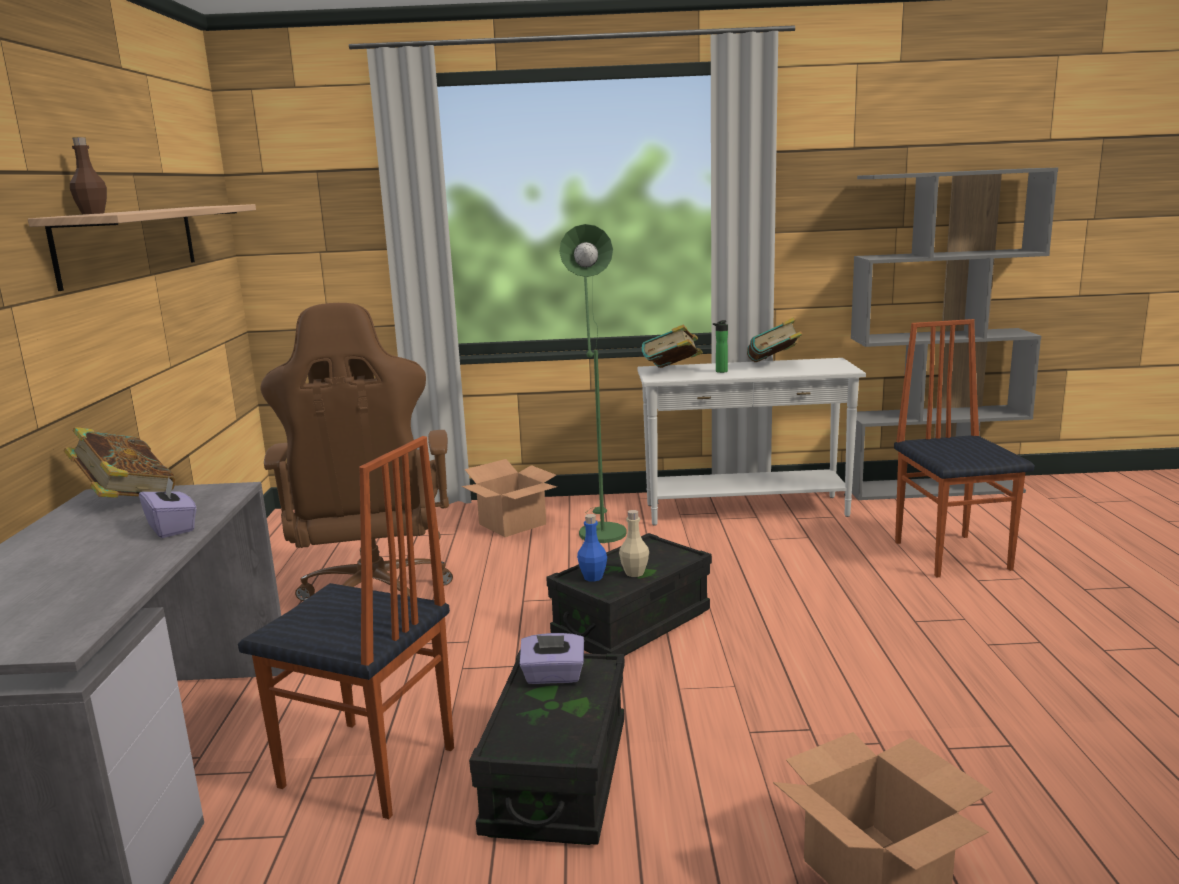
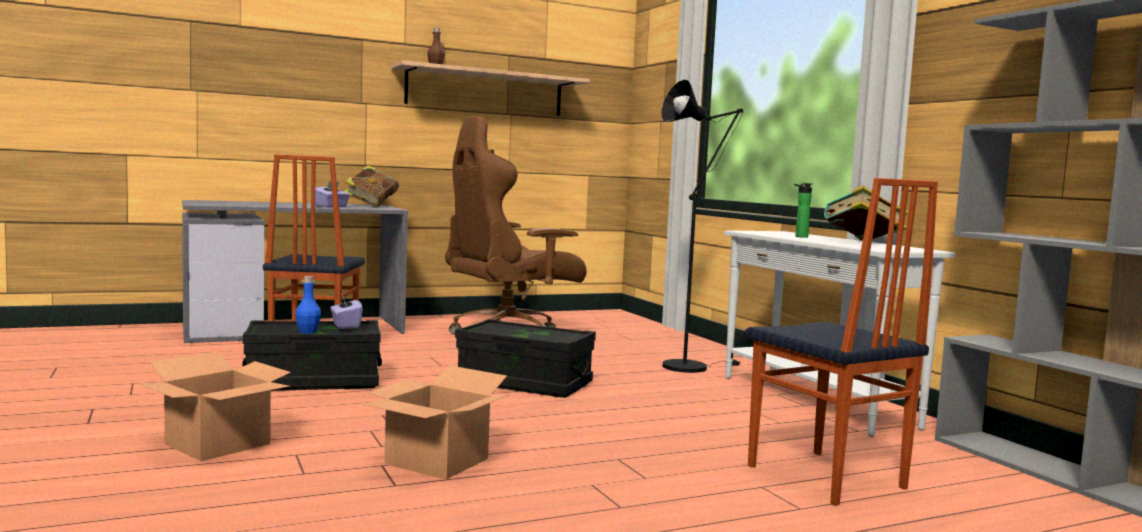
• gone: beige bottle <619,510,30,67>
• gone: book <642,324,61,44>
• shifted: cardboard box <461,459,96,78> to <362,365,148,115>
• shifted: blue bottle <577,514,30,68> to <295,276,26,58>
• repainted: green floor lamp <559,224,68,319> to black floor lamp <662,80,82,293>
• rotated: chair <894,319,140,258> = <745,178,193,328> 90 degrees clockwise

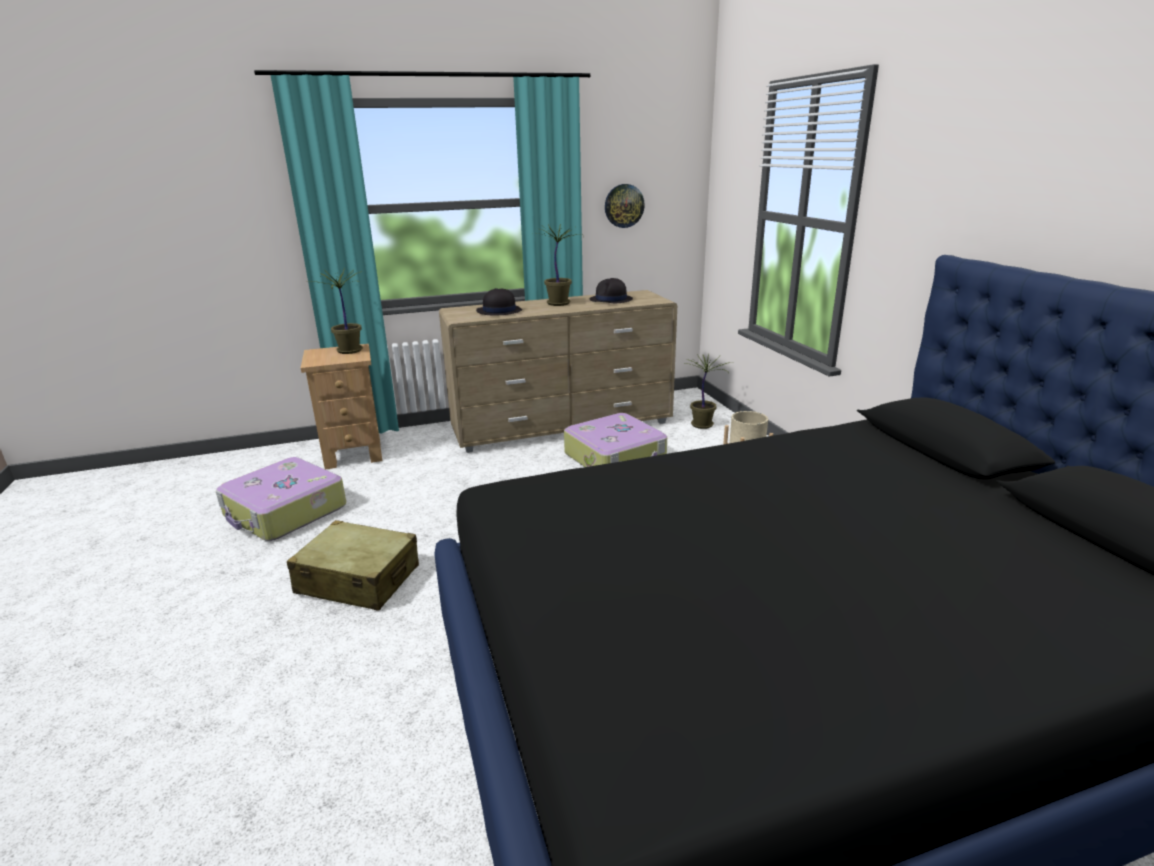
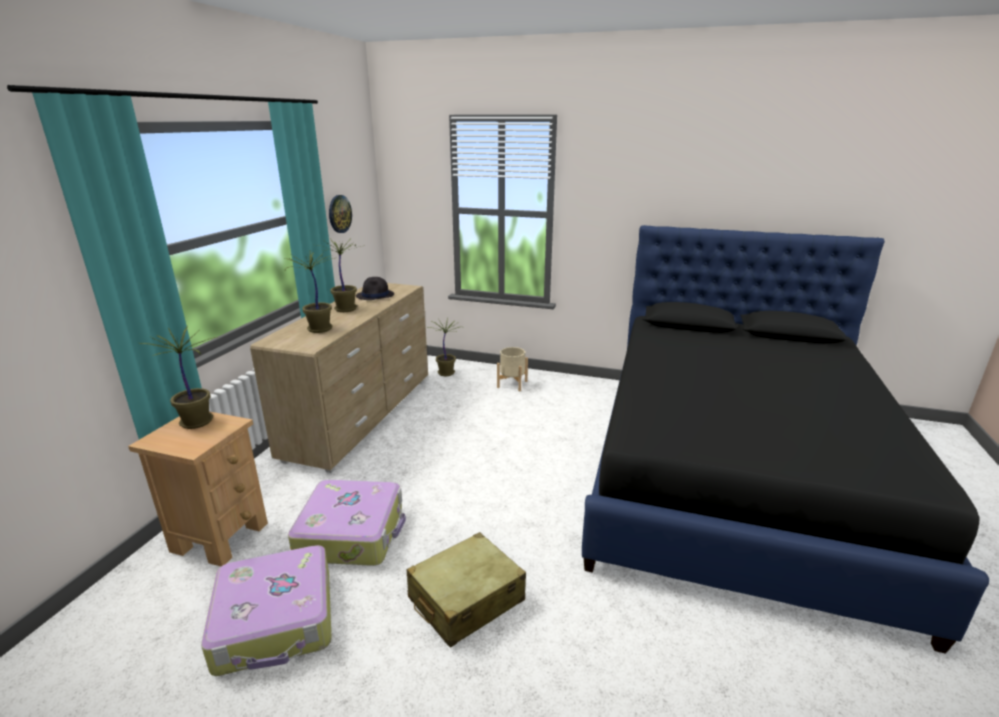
• shifted: suitcase <564,413,103,54> to <288,480,118,86>
• swapped: black hat <476,288,46,27> to potted plant <285,251,50,82>

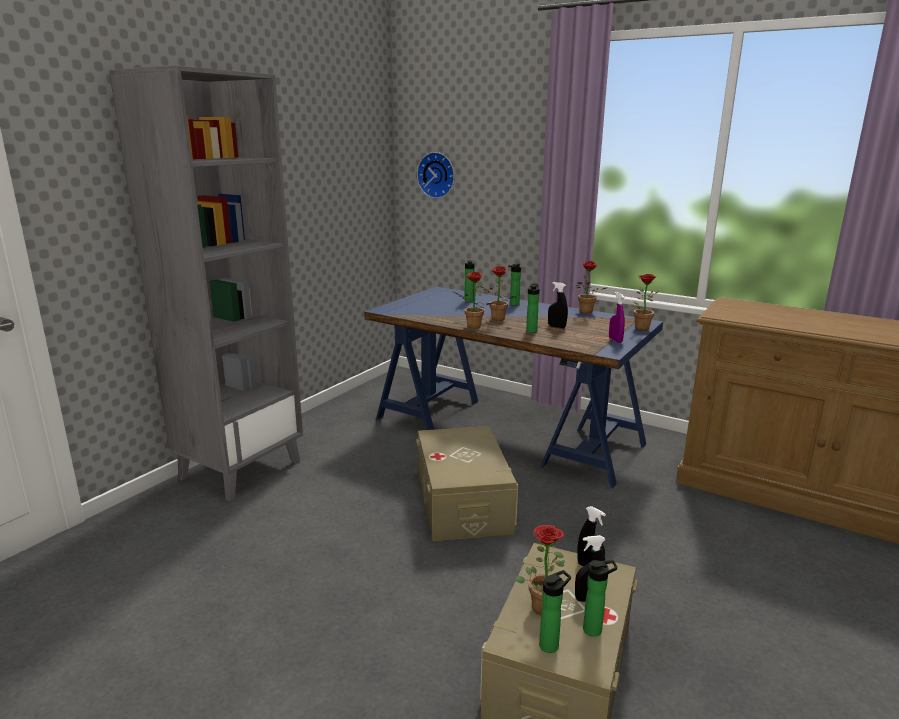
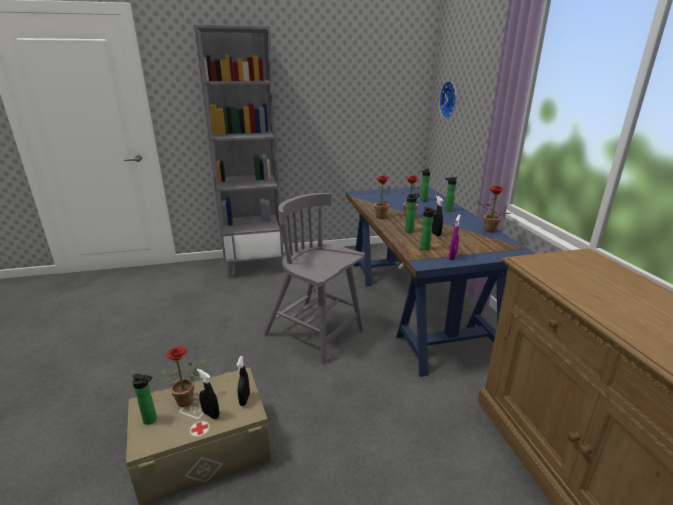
• gone: potted plant <631,274,28,57>
• shifted: bottle <583,560,34,77> to <420,207,19,43>
• swapped: beige storage box <416,426,102,115> to grey chair <264,193,101,171>

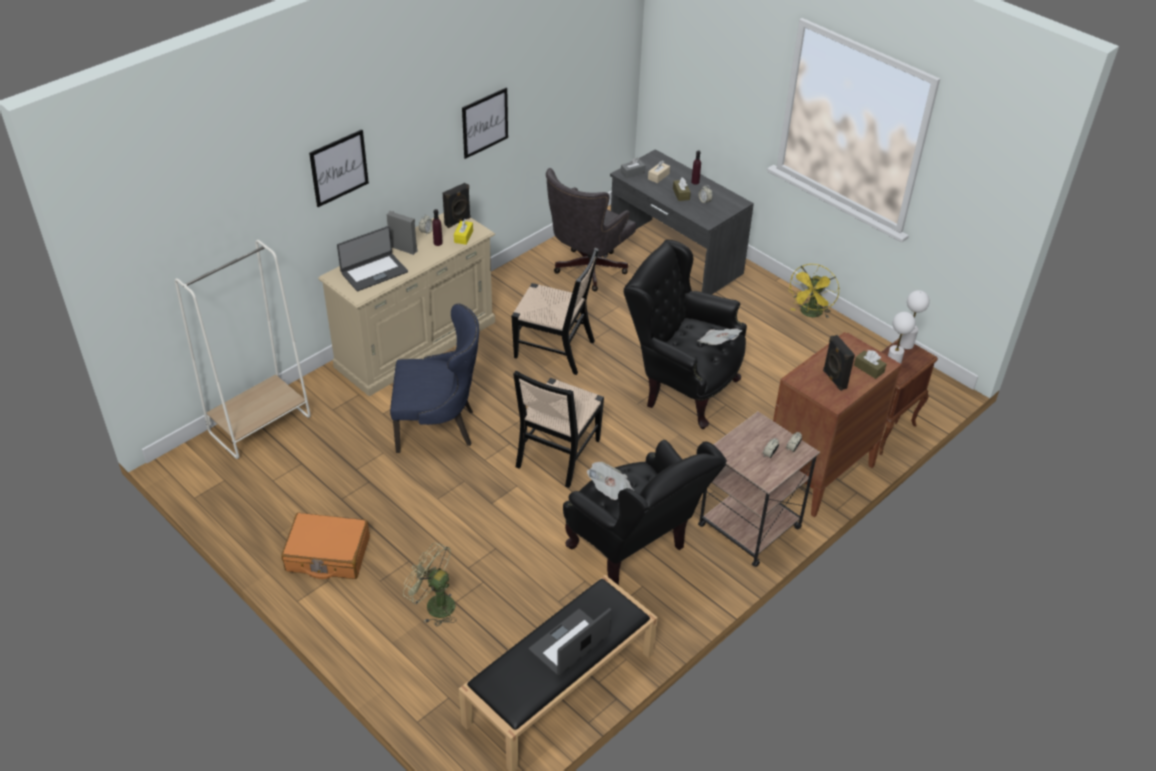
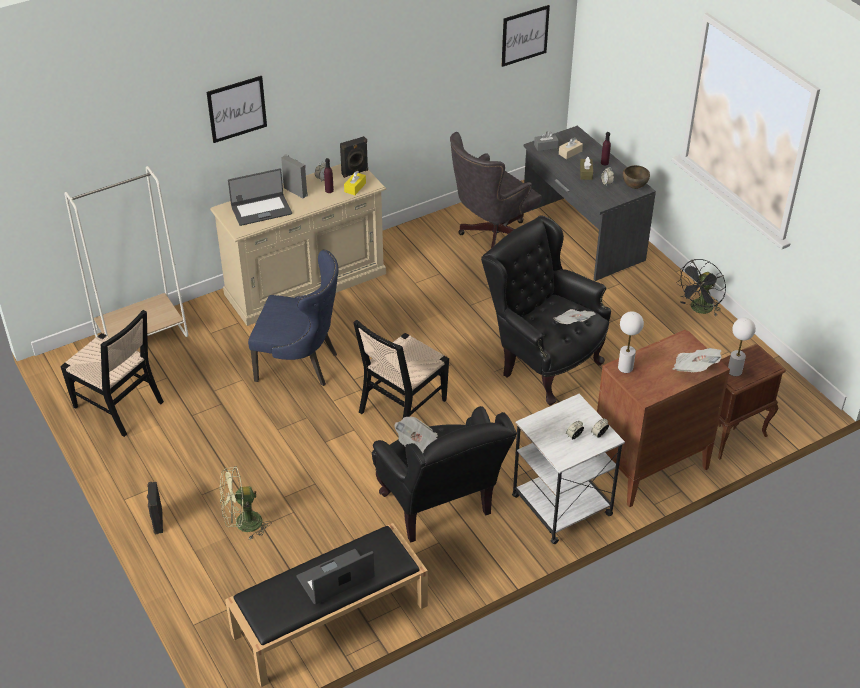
• gone: orange suitcase <281,513,89,66>
• new: brown bowl <623,165,27,24>
• shifted: picture <462,88,46,71> to <502,5,48,62>
• shifted: chair <512,248,87,127> to <60,310,104,127>
• shifted: black speaker <823,335,32,56> to <147,482,16,52>
• shifted: white table lamp <900,290,30,59> to <618,311,26,62>
• swapped: brown tissue box <854,350,32,29> to newspaper <672,348,49,24>
• repainted: brown cart <698,412,122,155> to white cart <512,394,113,150>
• repainted: yellow fan <788,264,51,54> to black fan <676,259,50,57>
• rotated: green fan <403,543,53,83> = <220,466,52,74> 60 degrees counterclockwise

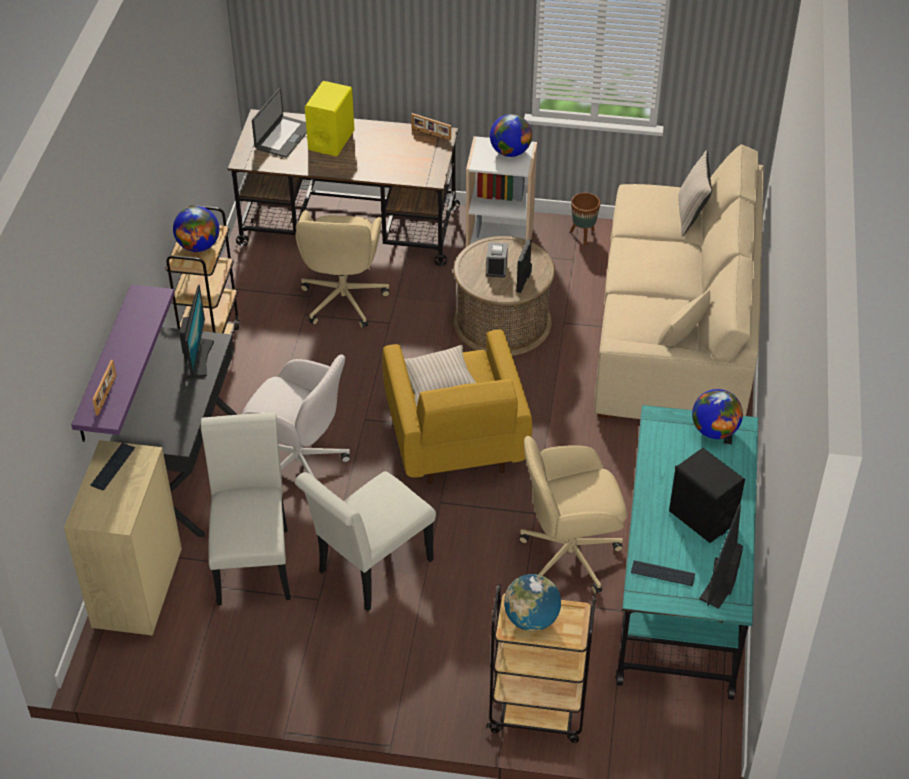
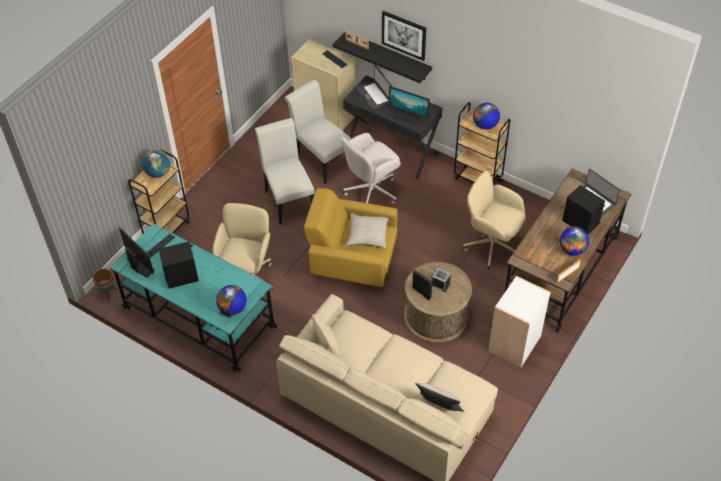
• new: laptop <356,65,36,45>
• new: picture <382,11,44,50>
• shifted: globe <490,114,42,43> to <560,227,29,29>
• shifted: brown planter <570,193,31,52> to <92,269,25,33>
• repainted: purple shelf <71,285,104,157> to black shelf <333,32,99,51>
• repainted: yellow speaker <305,81,50,75> to black speaker <562,185,43,50>
• rotated: white chair <201,413,90,192> = <285,80,66,104> 150 degrees counterclockwise

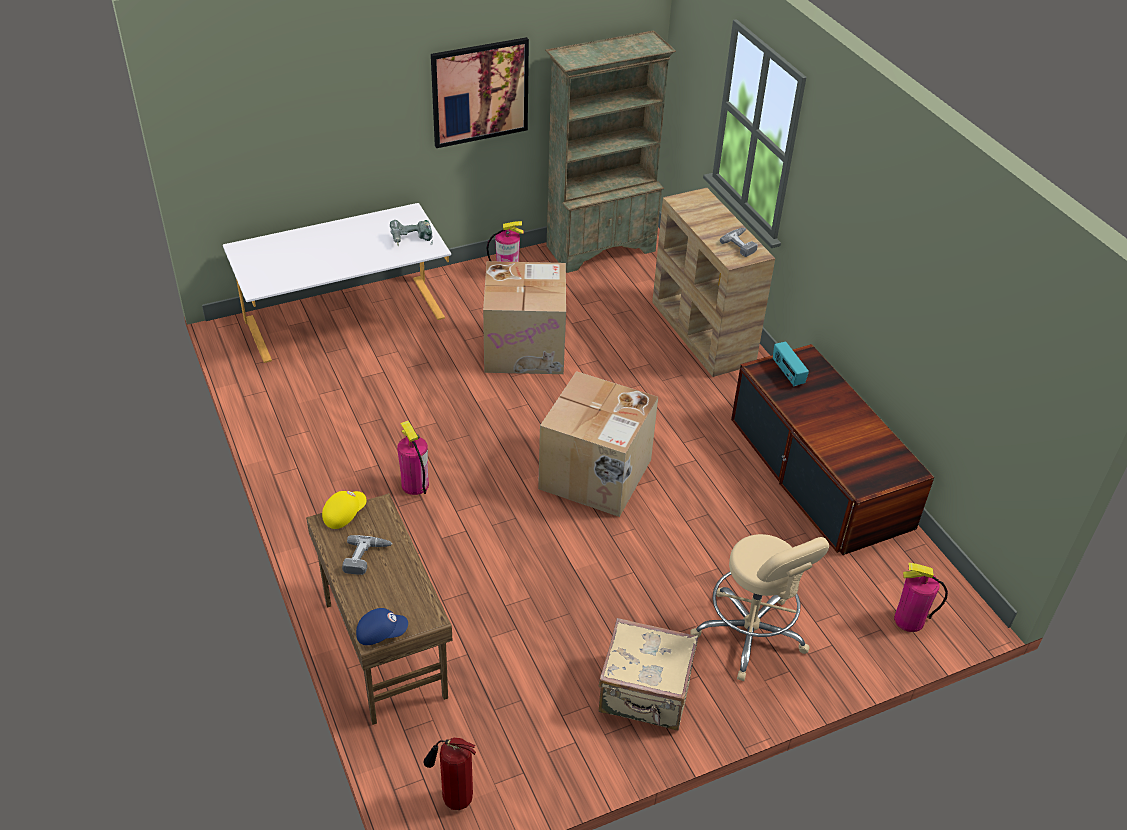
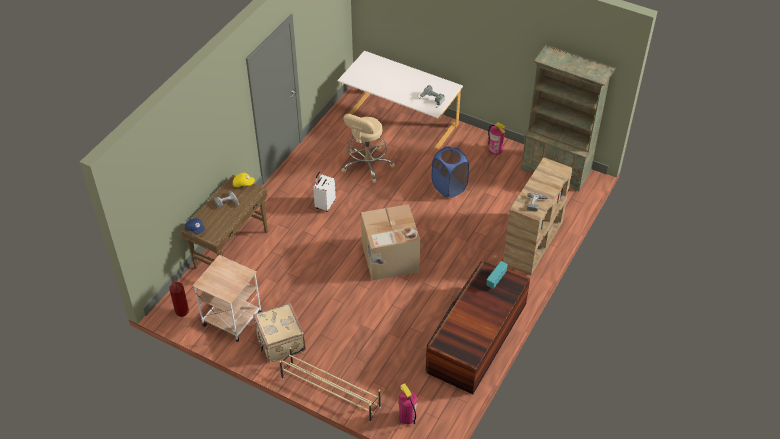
• gone: picture <431,37,98,111>
• new: beige cart <192,255,70,87>
• new: beige shoe rack <279,347,102,76>
• shifted: beige stool <690,534,139,147> to <342,114,53,69>
• swapped: fire extinguisher <397,420,32,75> to white suitcase <313,172,23,40>
• swapped: cardboard box <483,261,83,113> to blue laundry basket <432,147,37,51>

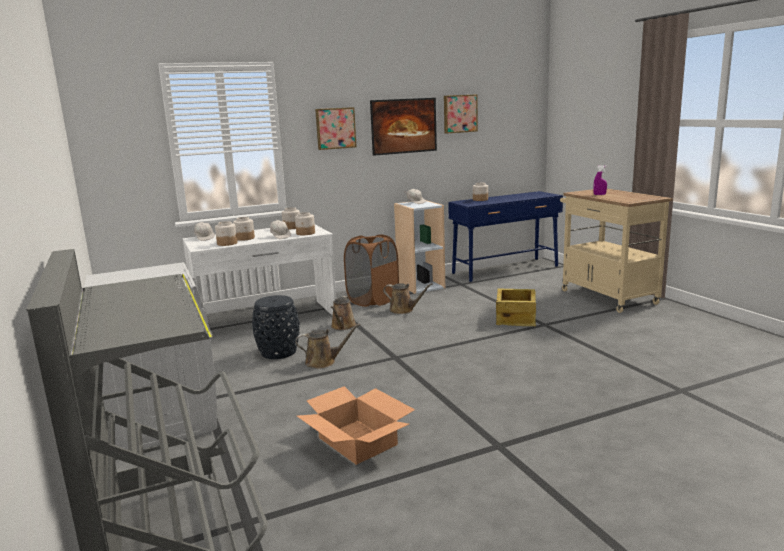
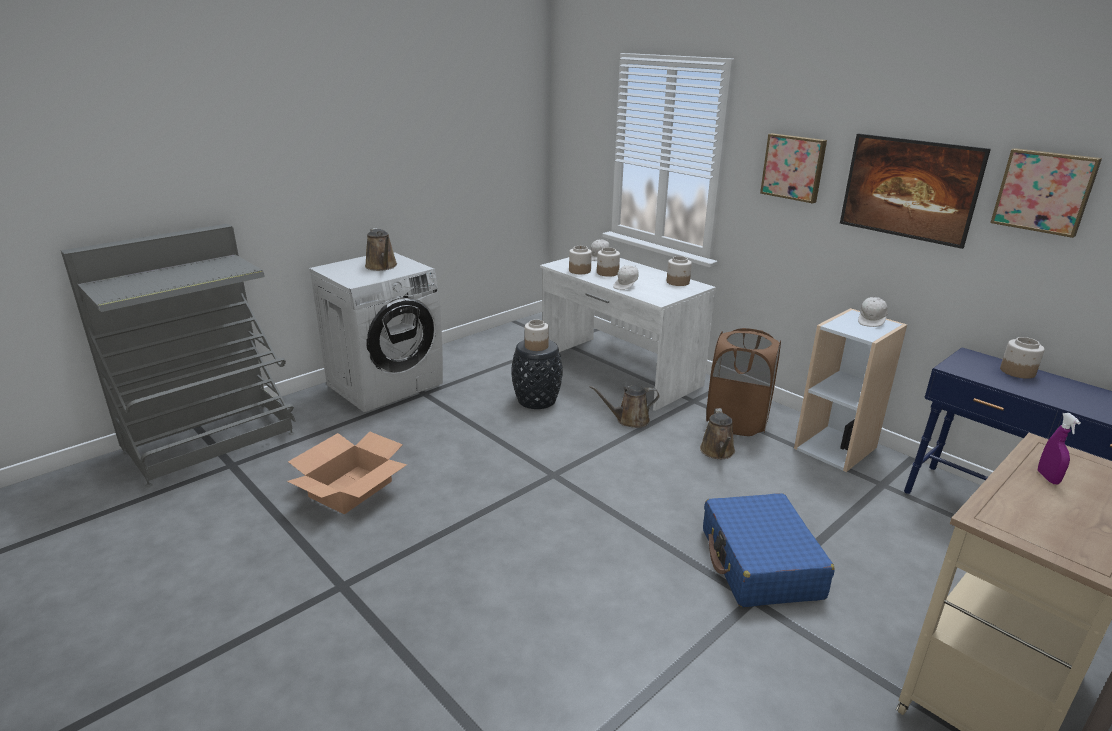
• shifted: jar <295,212,20,23> to <525,320,24,31>
• shifted: brown watering can <296,324,64,44> to <365,228,32,43>
• swapped: crate <496,289,40,37> to blue suitcase <703,493,132,114>

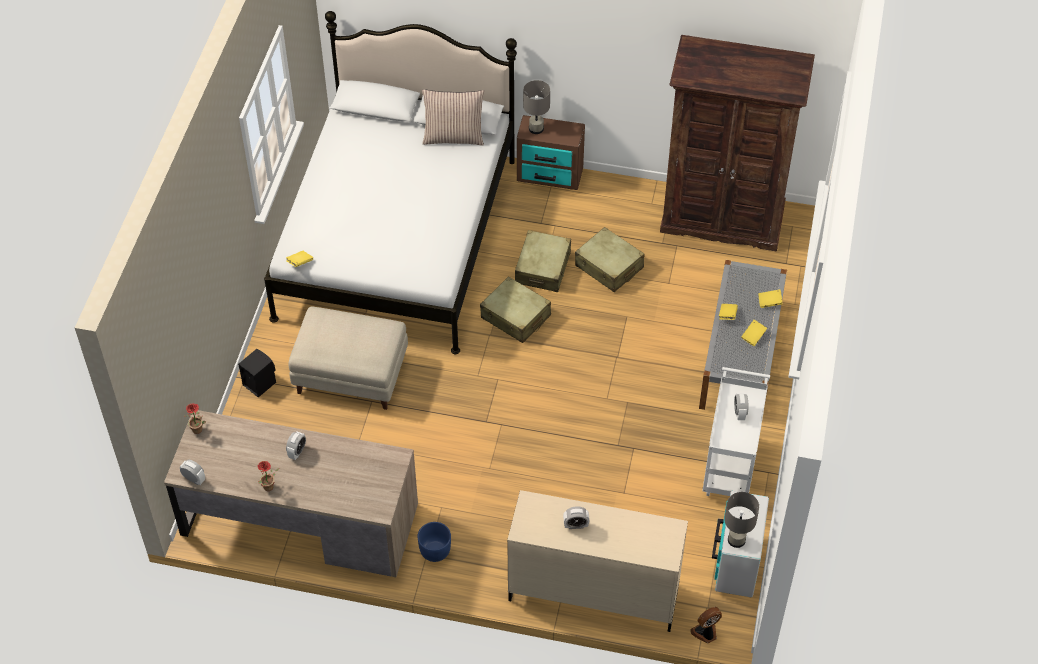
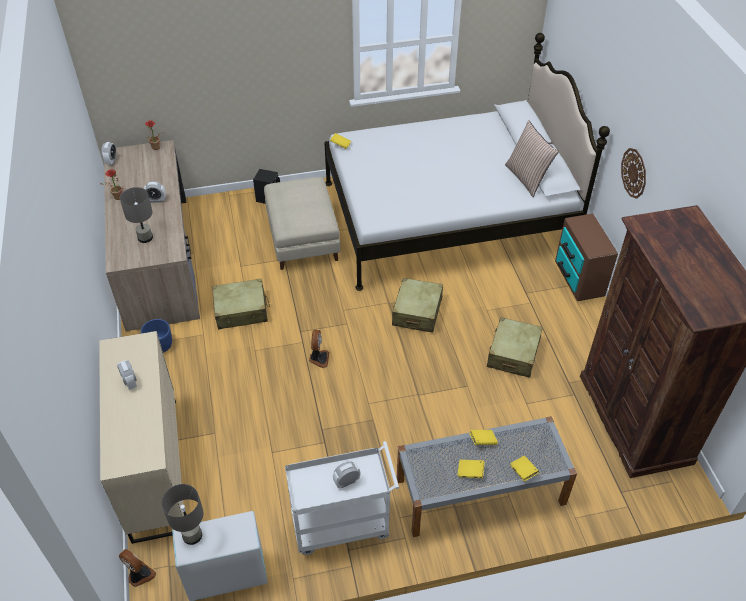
• new: fan <309,330,20,38>
• new: wall clock <621,148,25,51>
• shifted: beige suitcase <515,230,56,62> to <213,279,57,50>
• shifted: grey table lamp <523,80,27,54> to <120,187,33,56>

